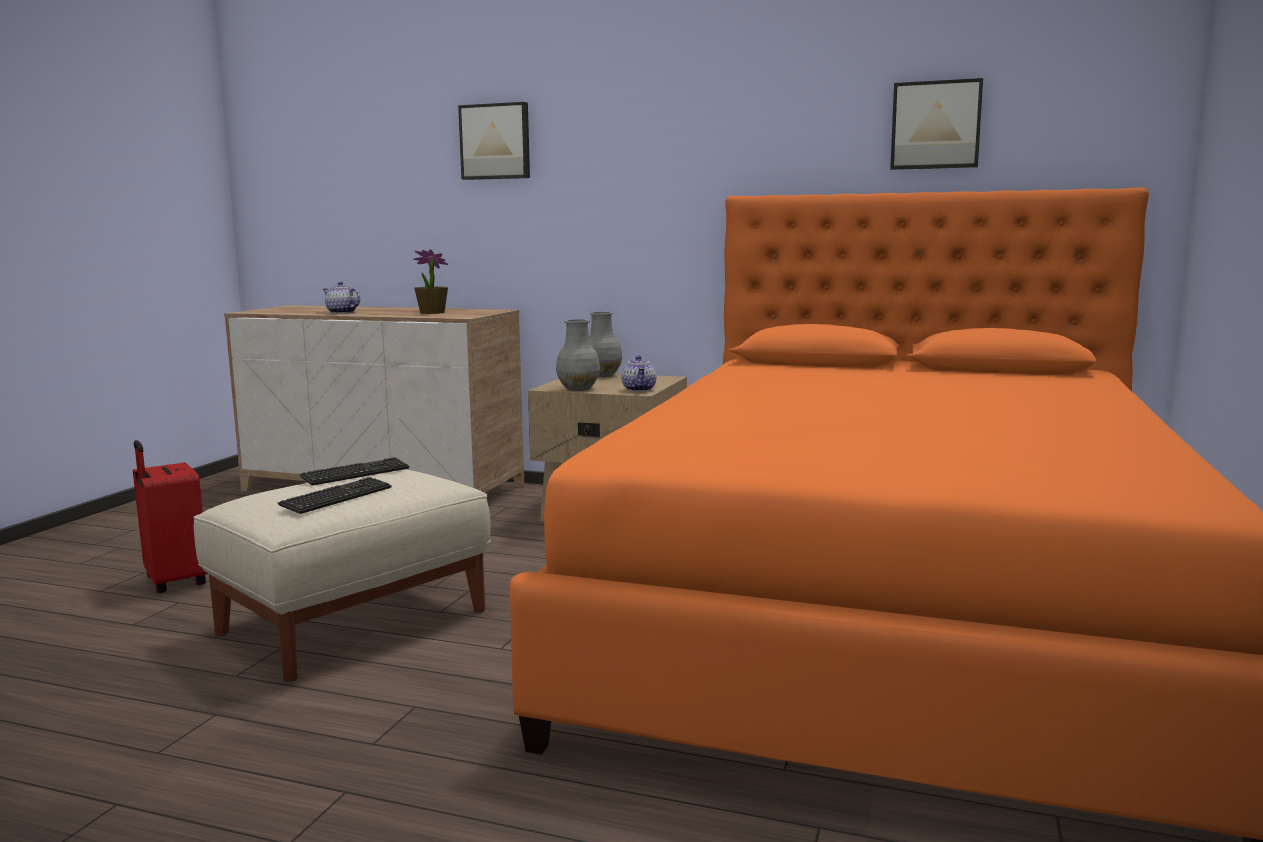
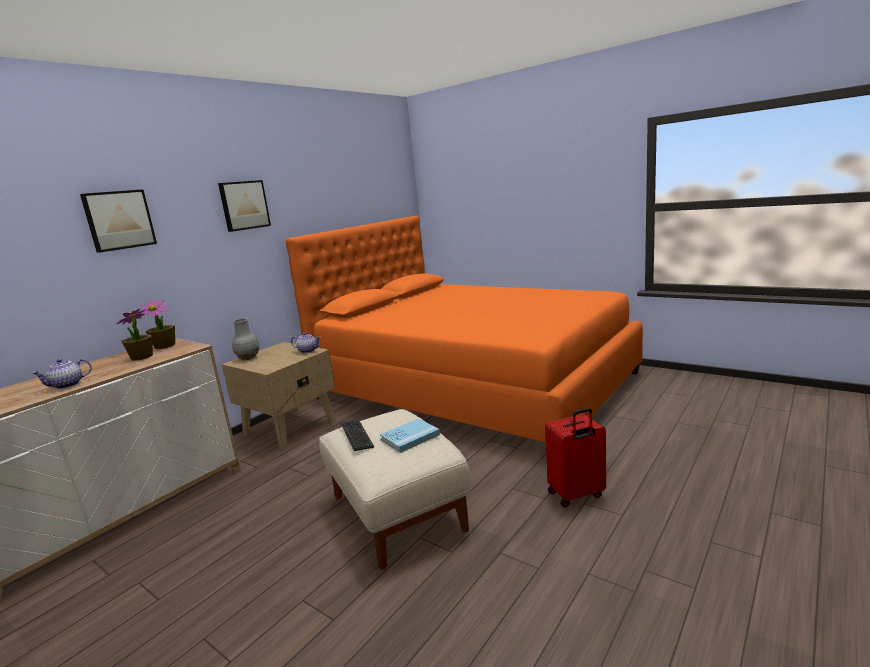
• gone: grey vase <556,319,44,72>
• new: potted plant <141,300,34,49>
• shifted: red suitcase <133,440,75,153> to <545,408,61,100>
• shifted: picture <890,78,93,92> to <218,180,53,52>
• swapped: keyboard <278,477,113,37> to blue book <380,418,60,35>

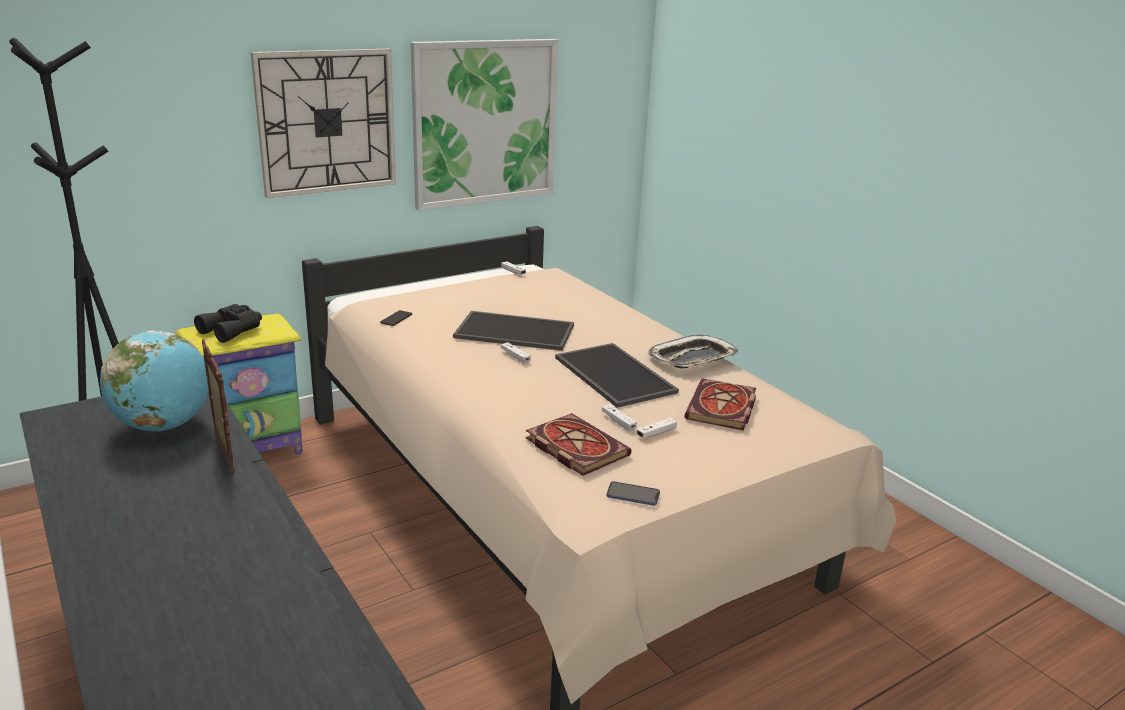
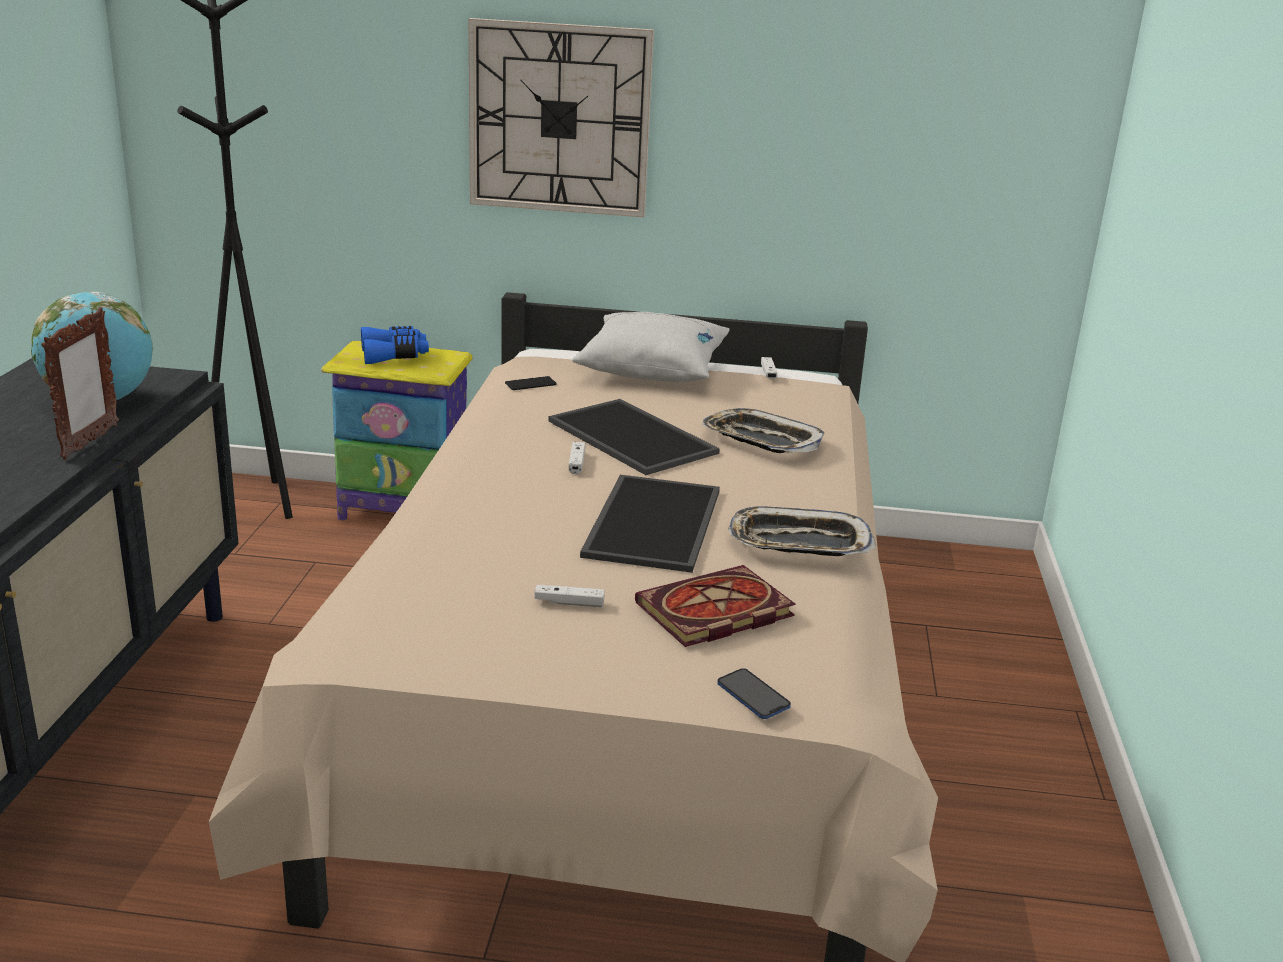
• gone: picture <410,39,148,172>
• gone: book <525,413,106,63>
• gone: white game controller <602,404,35,27>
• new: grey pillow <572,312,158,70>
• new: tray <702,408,123,45>
• shifted: phone <607,481,53,25> to <718,668,73,51>
• repainted: black binoculars <194,304,68,39> to blue binoculars <361,326,68,38>

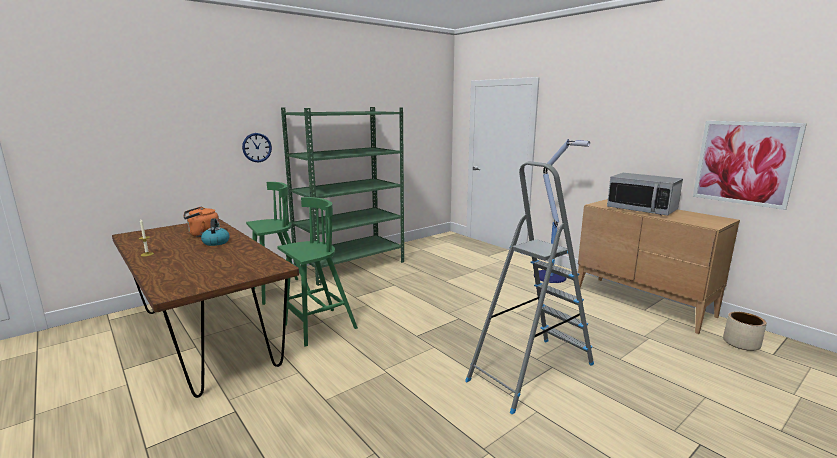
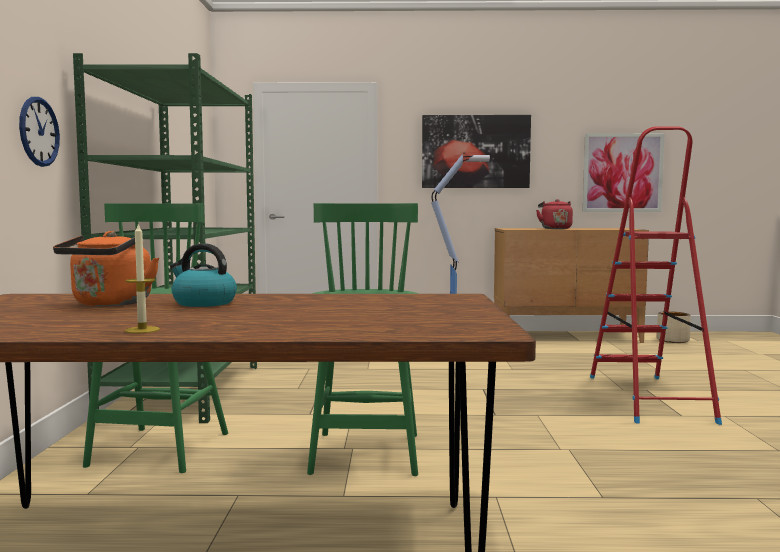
• new: picture <422,115,109,73>
• swapped: microwave <607,173,76,42> to red kettle <536,199,37,30>
• repainted: grey step ladder <465,161,129,253> to red step ladder <590,126,132,299>

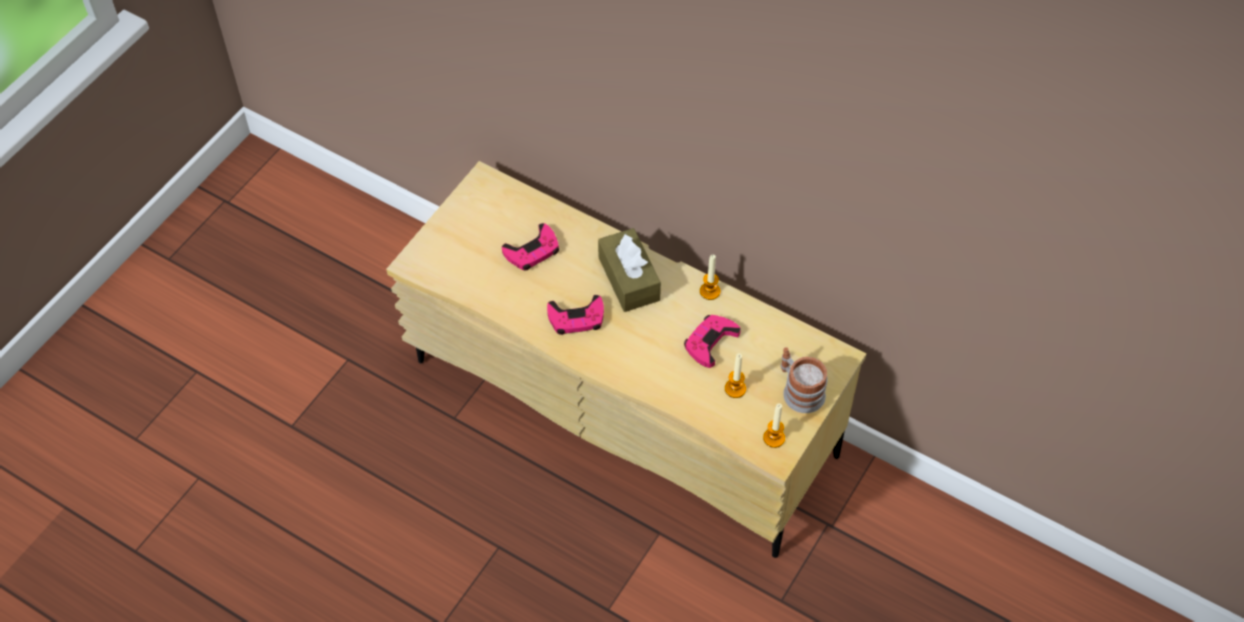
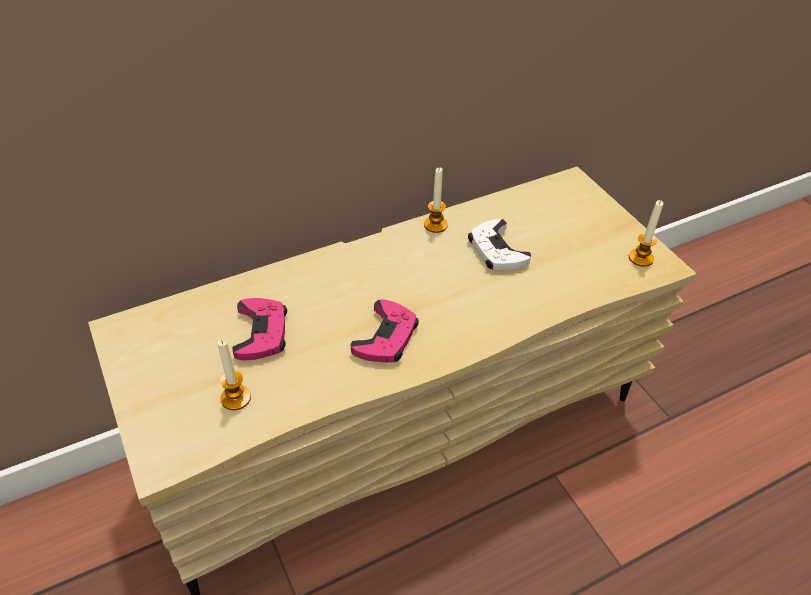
• gone: brown tissue box <598,228,63,84>
• gone: mug <781,347,47,66>
• shifted: candle <725,353,21,45> to <218,340,33,70>
• repainted: pink game controller <684,315,57,53> to white game controller <468,219,63,51>

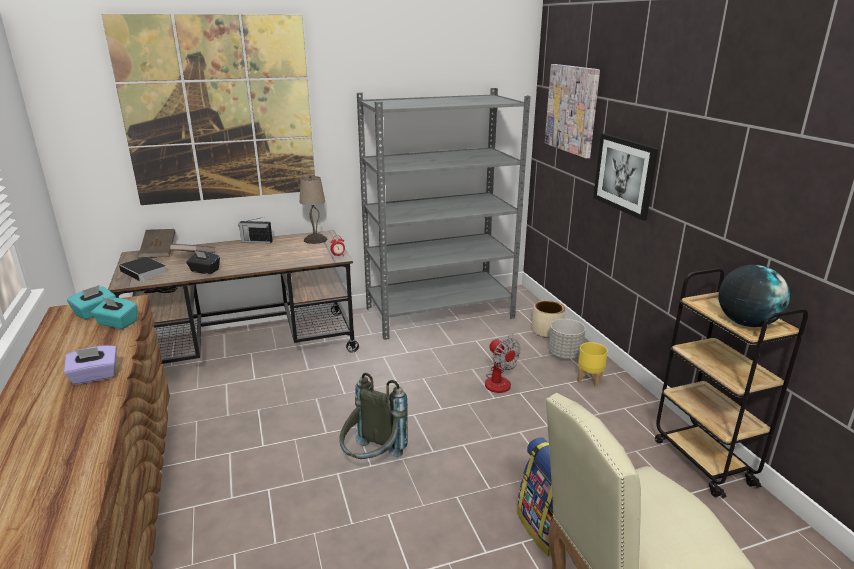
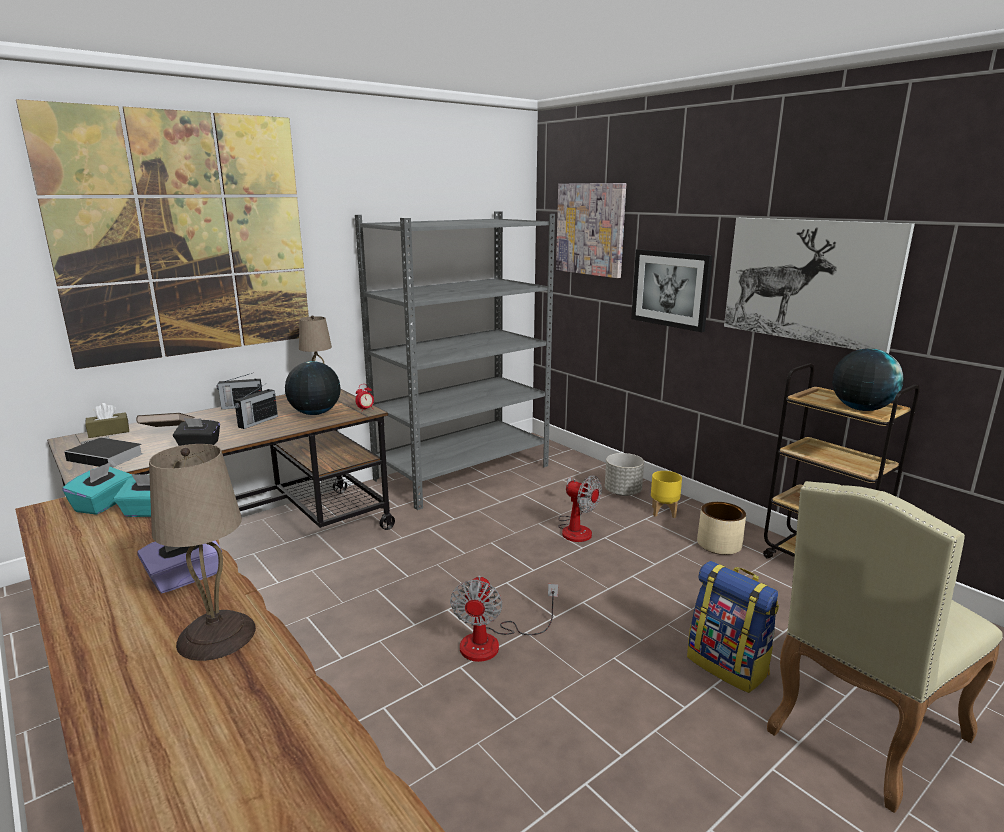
• new: beige table lamp <149,444,107,217>
• new: radio <234,384,44,45>
• new: globe <285,361,55,54>
• new: picture <724,218,191,136>
• shifted: beige planter <532,300,33,38> to <697,502,49,53>
• swapped: brown book <139,229,36,29> to brown tissue box <85,403,44,35>
• swapped: grey backpack <339,373,69,86> to fan <450,575,108,87>

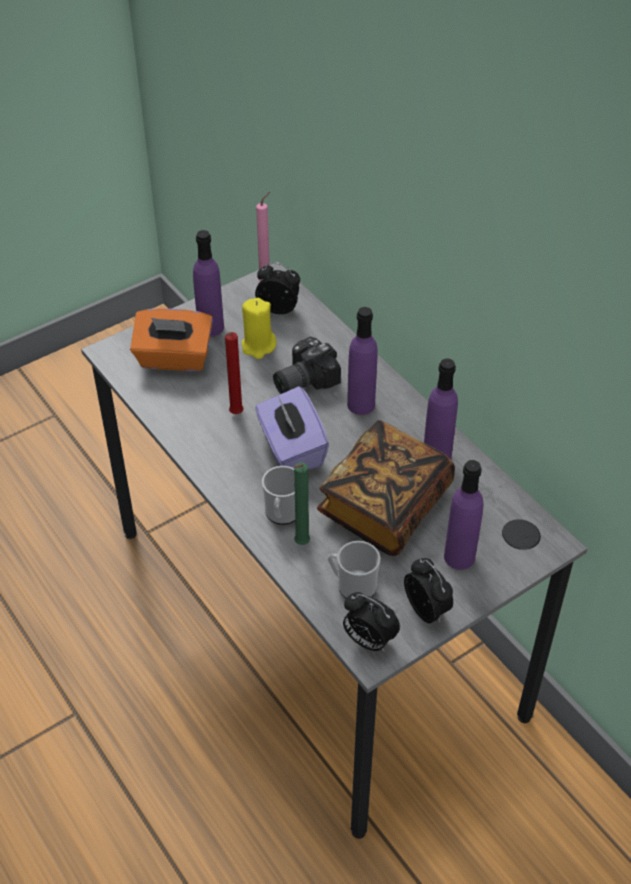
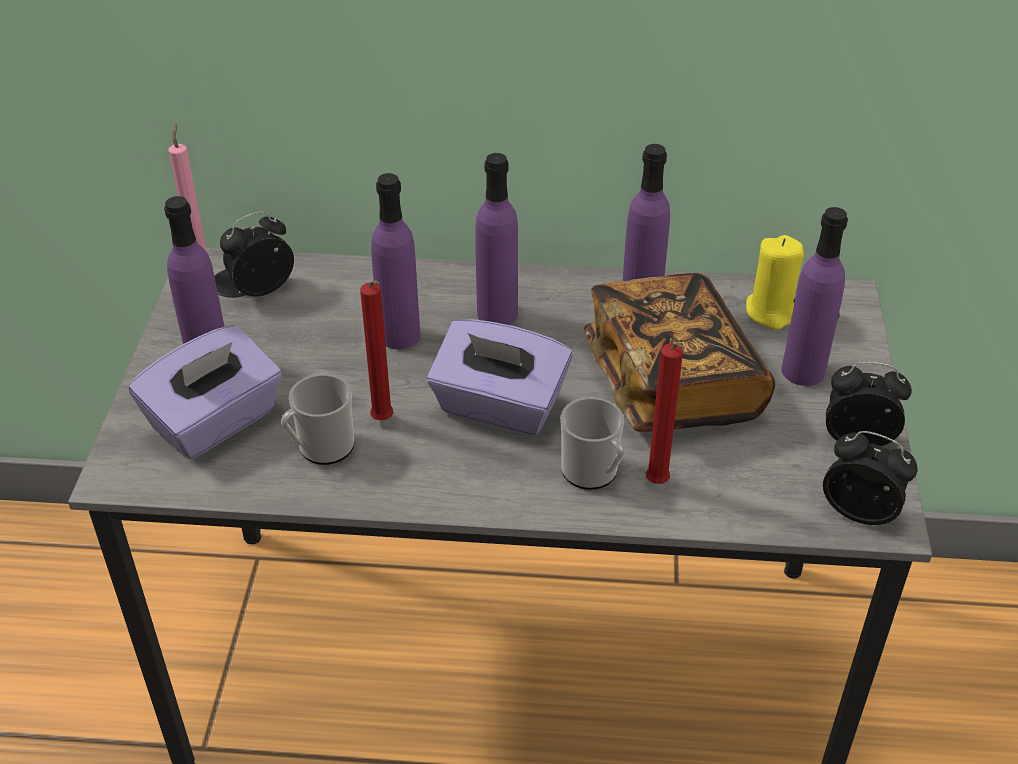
• shifted: yellow candle <242,298,35,61> to <746,235,58,95>
• shifted: mug <328,541,52,57> to <281,374,73,91>
• swapped: photo camera <273,337,68,57> to purple bottle <371,173,50,176>
• repainted: orange tissue box <130,308,83,63> to purple tissue box <129,325,153,134>
• repainted: green candle <294,462,16,83> to red candle <646,343,39,141>
• rotated: alarm clock <343,592,57,60> = <823,431,95,94> 135 degrees counterclockwise

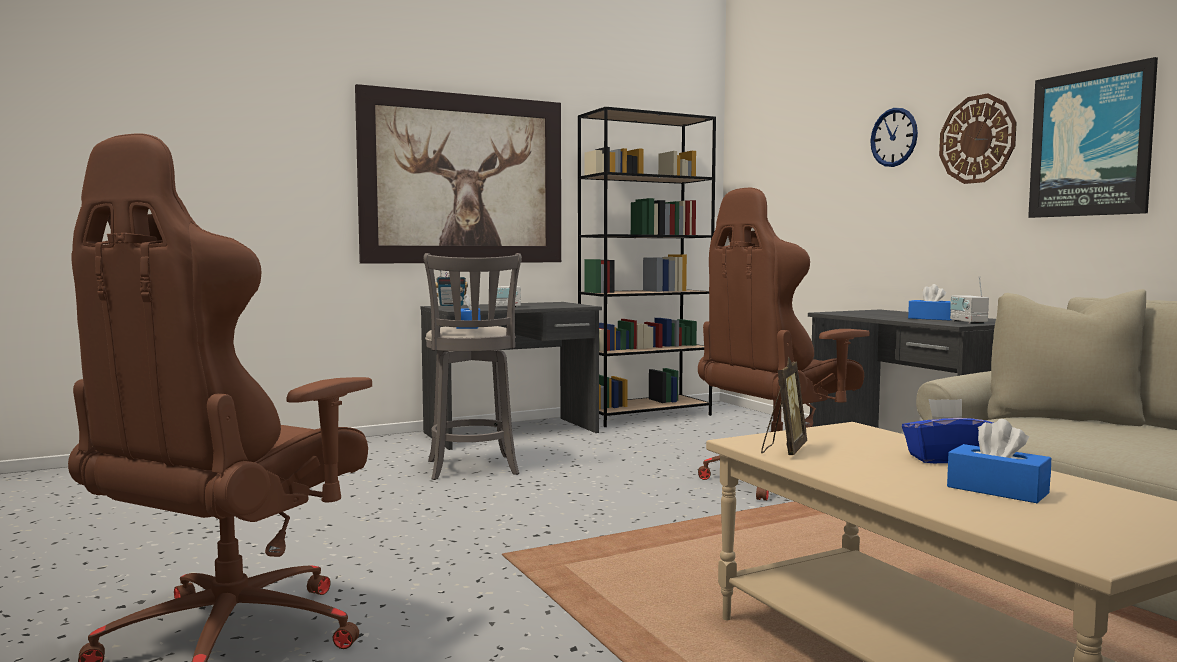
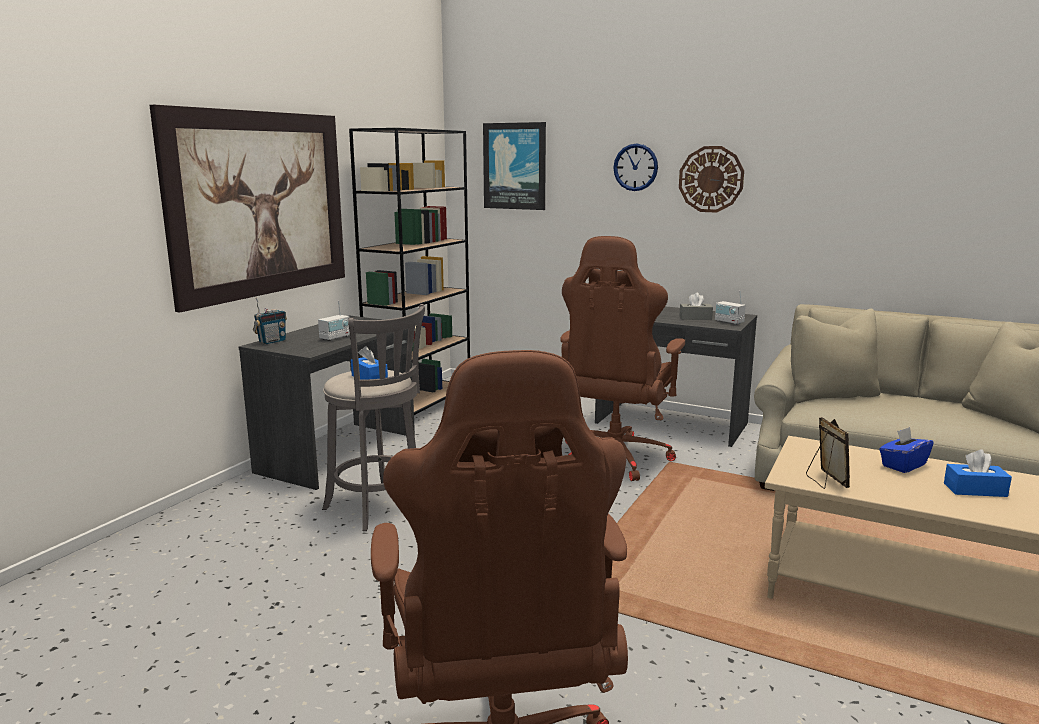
• shifted: picture <1028,57,130,161> to <483,122,63,88>
• repainted: blue tissue box <908,284,43,36> to grey tissue box <680,293,33,27>

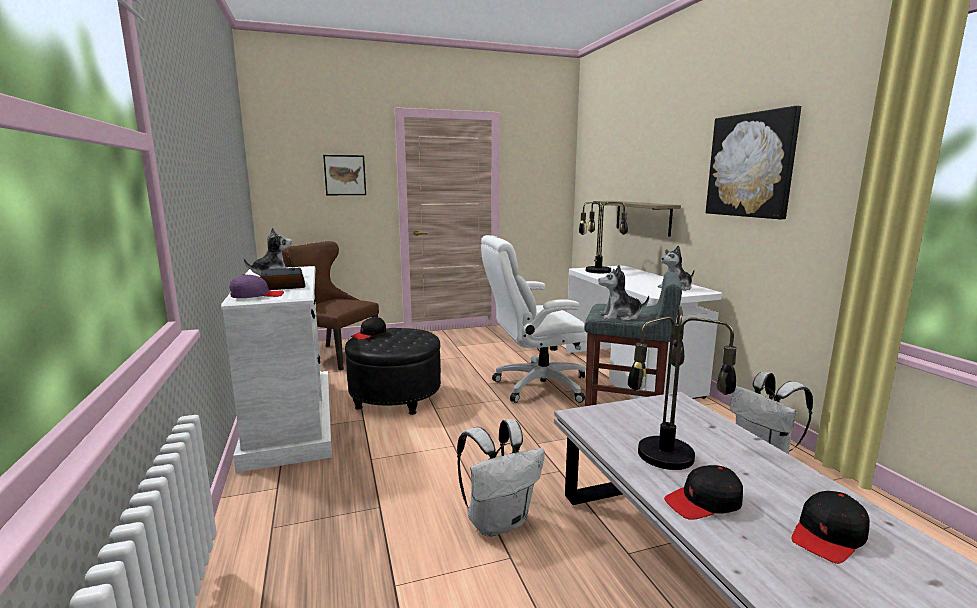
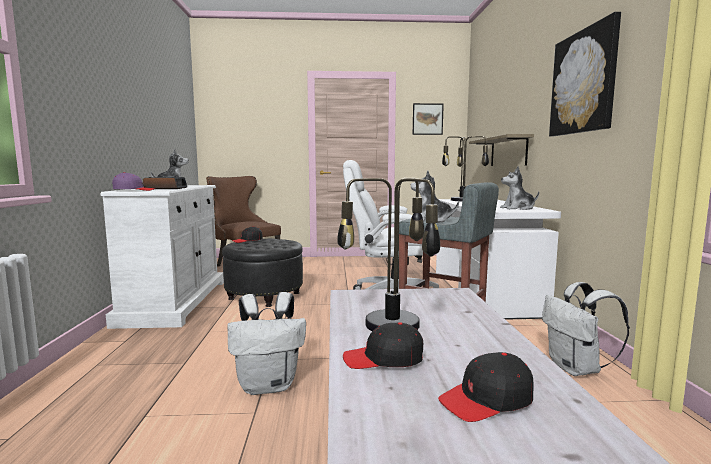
• shifted: picture <323,155,43,40> to <413,103,31,32>

